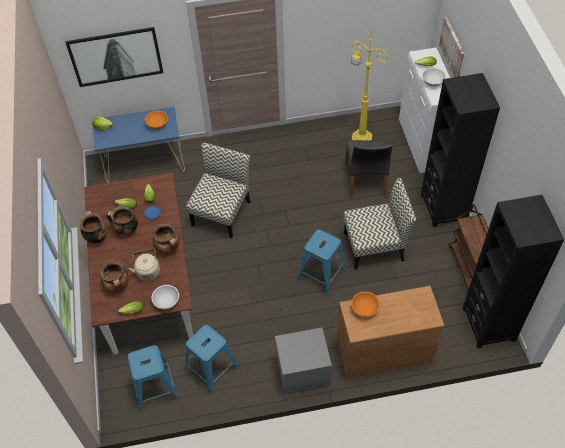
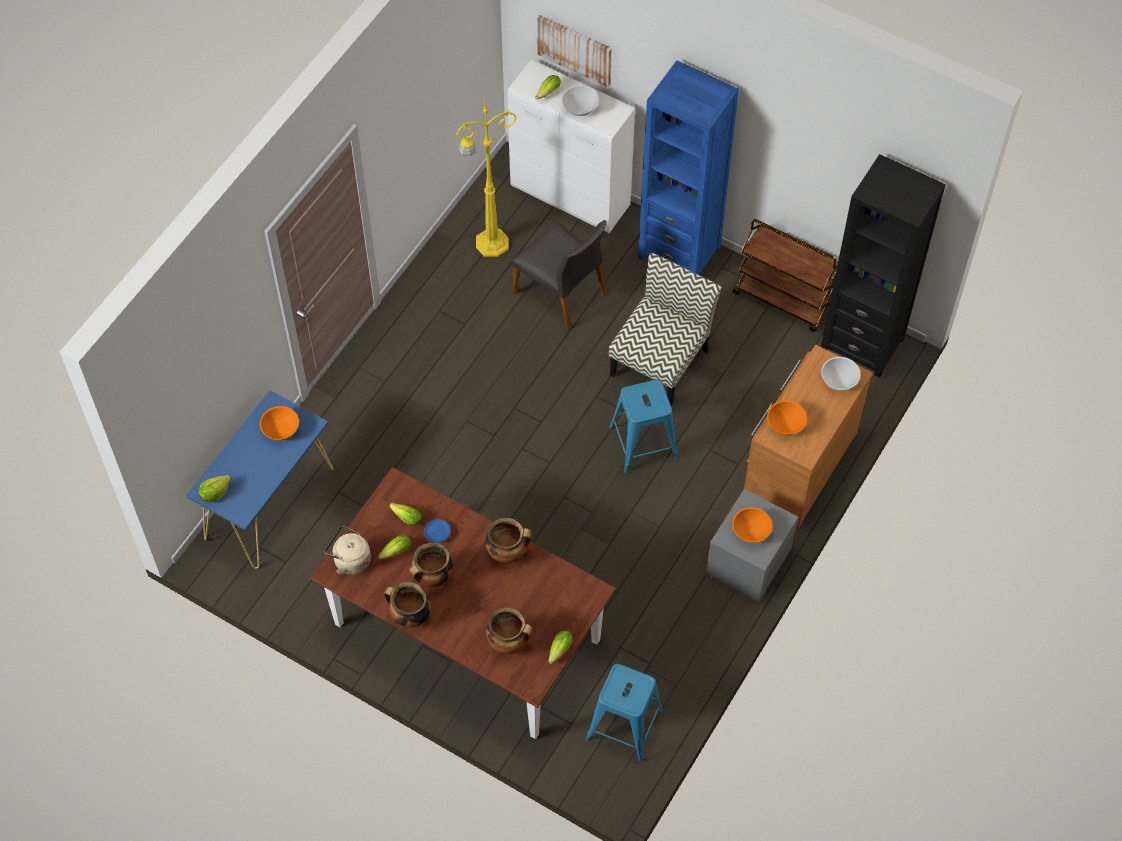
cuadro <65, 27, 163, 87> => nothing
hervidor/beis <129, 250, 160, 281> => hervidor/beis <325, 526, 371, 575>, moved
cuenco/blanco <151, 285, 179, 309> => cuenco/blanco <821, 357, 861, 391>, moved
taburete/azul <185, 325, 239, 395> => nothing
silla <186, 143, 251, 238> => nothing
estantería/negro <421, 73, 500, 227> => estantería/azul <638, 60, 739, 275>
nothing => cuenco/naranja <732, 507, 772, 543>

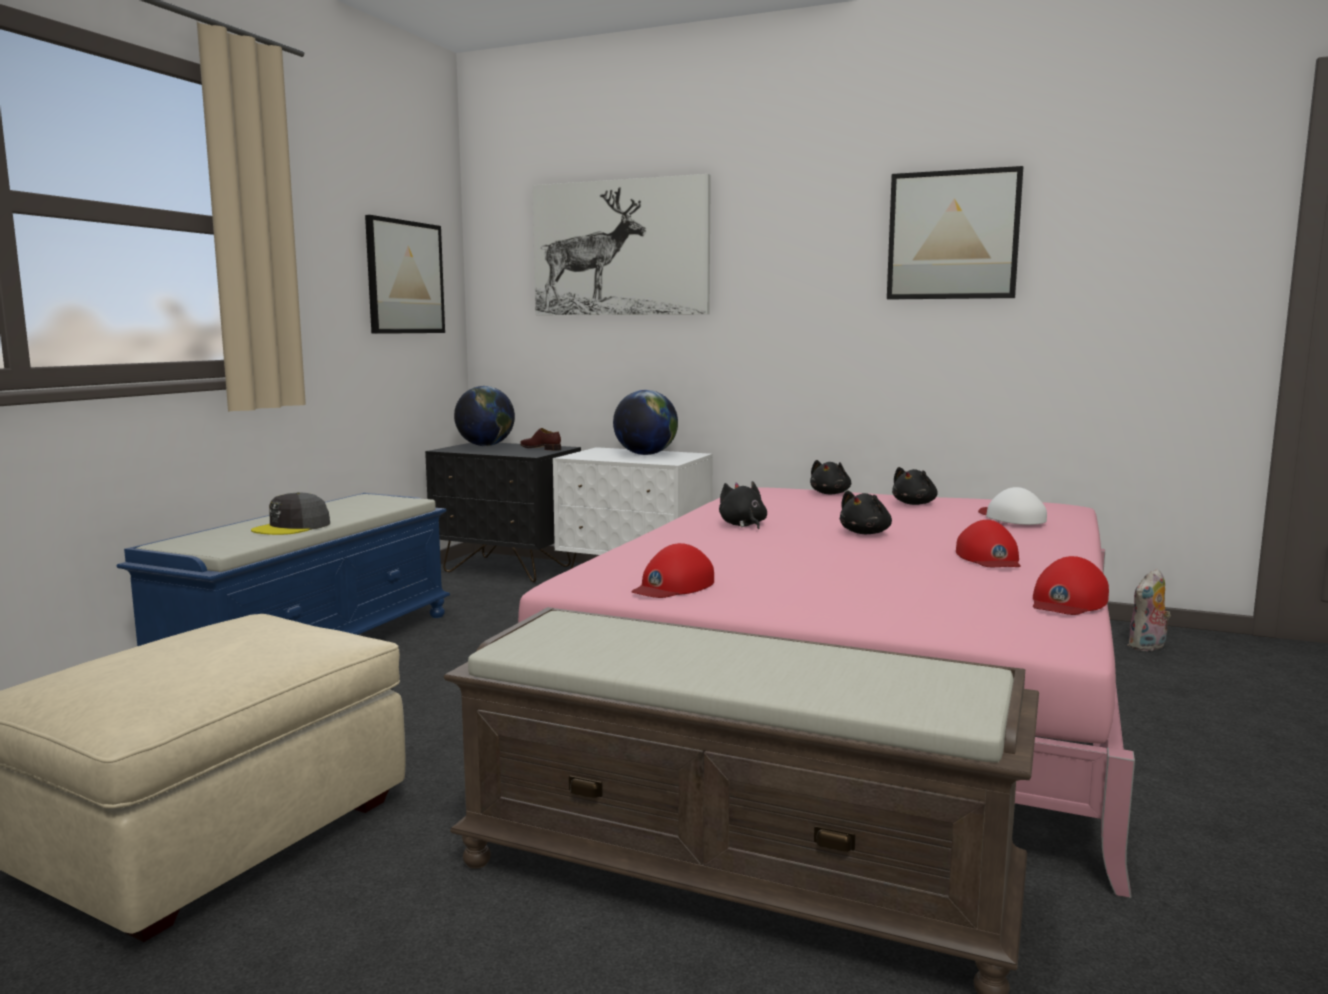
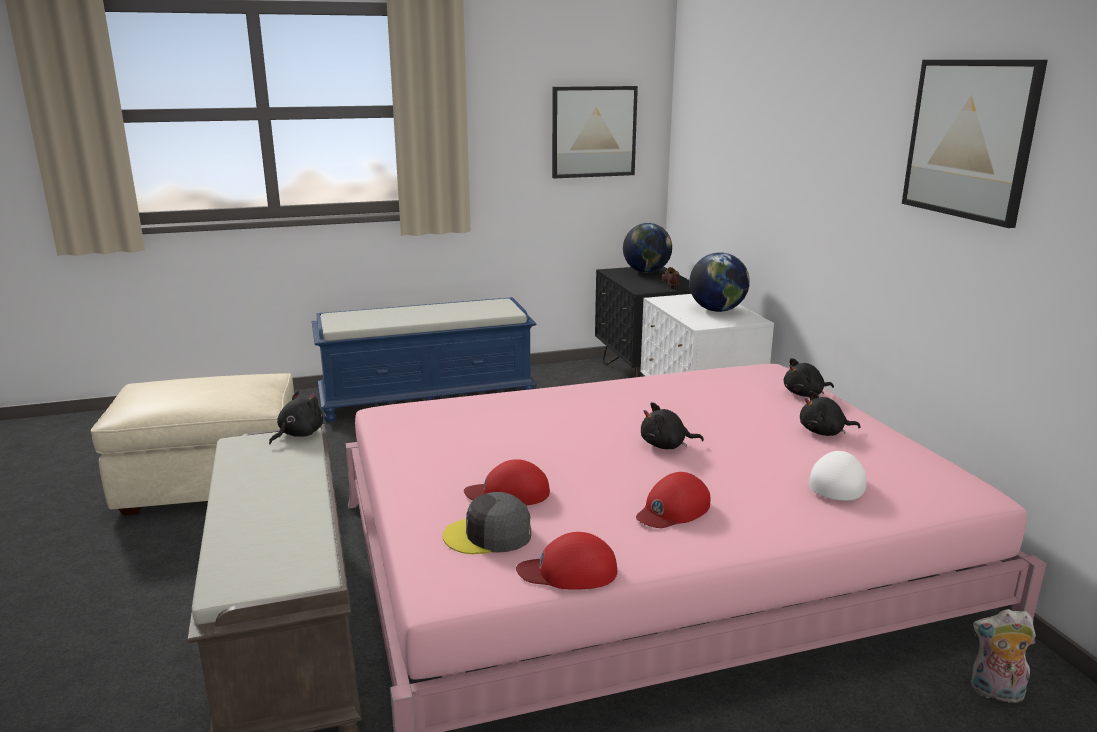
gorra/gris <251, 492, 330, 535> => gorra/gris <443, 492, 531, 554>, moved
cuadro <532, 174, 711, 315> => nothing
gorra/rojo <631, 543, 714, 598> => gorra/rojo <464, 459, 550, 505>, moved
peluche/negro <719, 481, 767, 529> => peluche/negro <269, 391, 323, 445>, moved

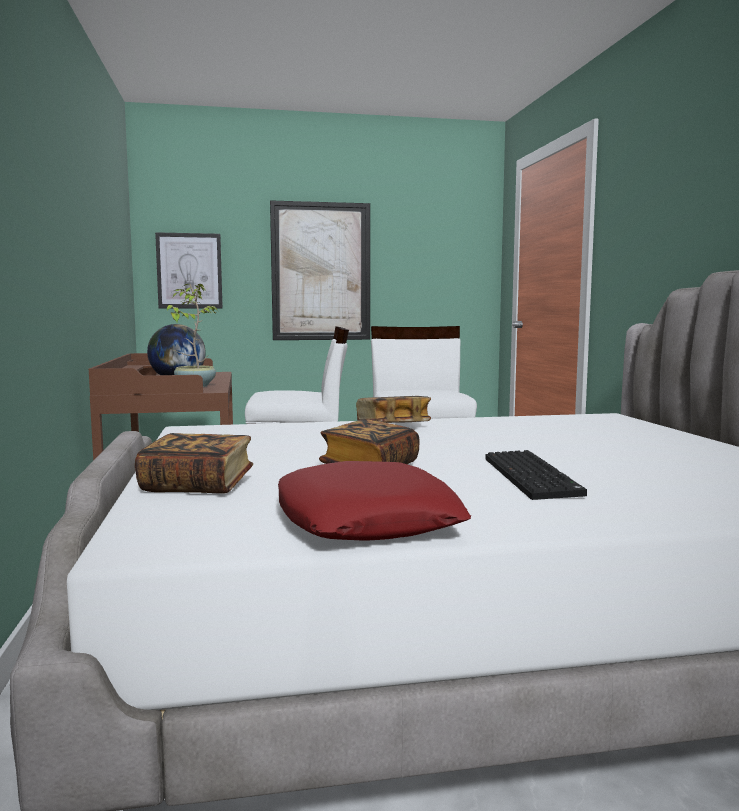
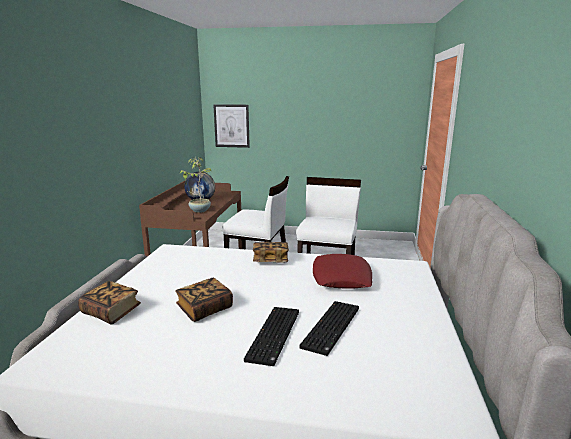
cuadro <270, 200, 370, 340> => nothing
cojín/rojo <278, 461, 471, 541> => cojín/rojo <313, 254, 372, 289>, moved
nothing => teclado <299, 301, 359, 356>

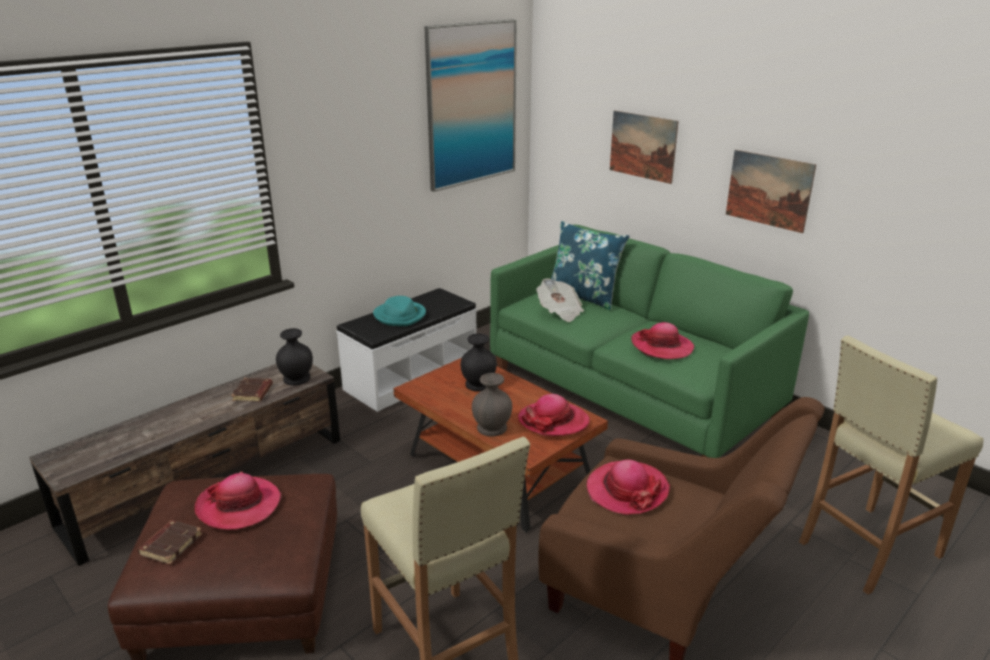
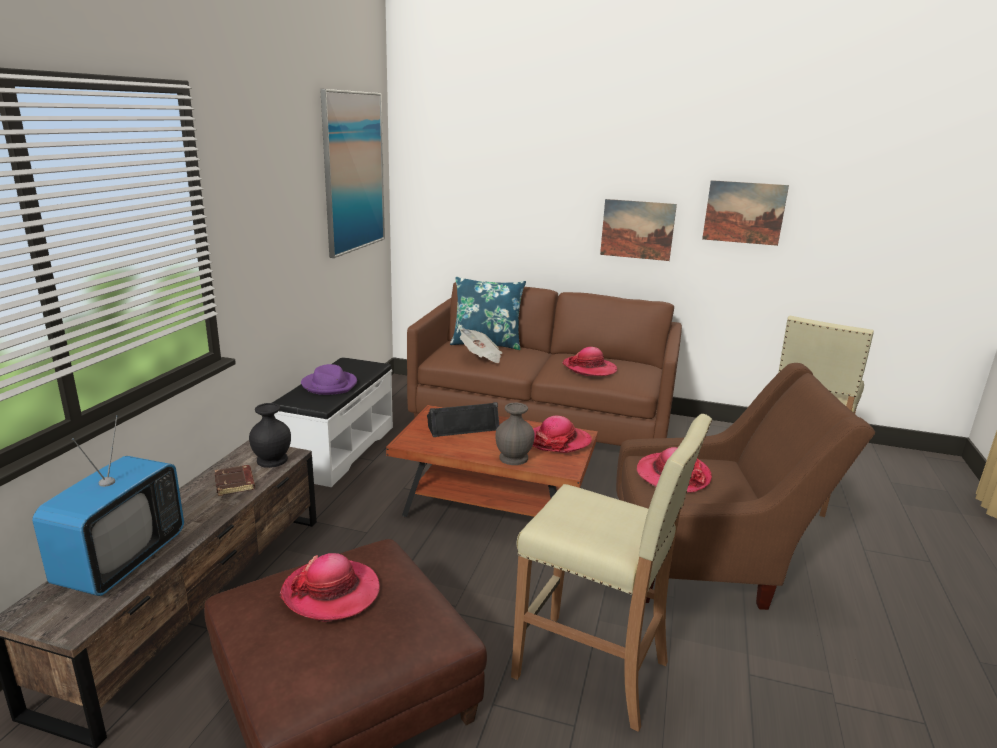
libro/marrón <138, 520, 202, 565> => nothing
sombrero/turquesa <373, 296, 426, 326> => sombrero/morado <301, 364, 357, 395>
florero/negro <461, 333, 497, 392> => altavoz/negro <427, 402, 499, 437>
sofá/verde <490, 225, 809, 458> => sofá/marrón <407, 282, 682, 446>
cuadro <610, 110, 679, 184> => cuadro <702, 180, 789, 246>, moved
nothing => televisor <32, 415, 184, 596>

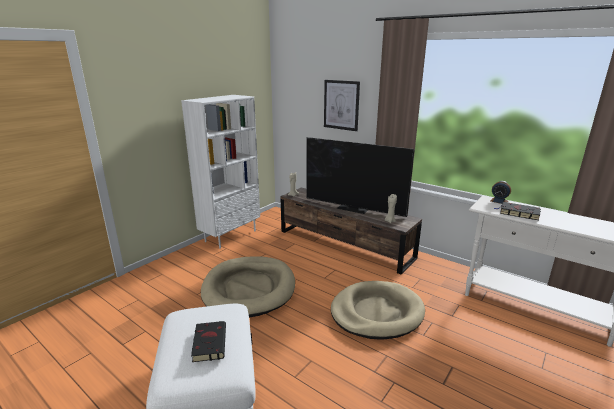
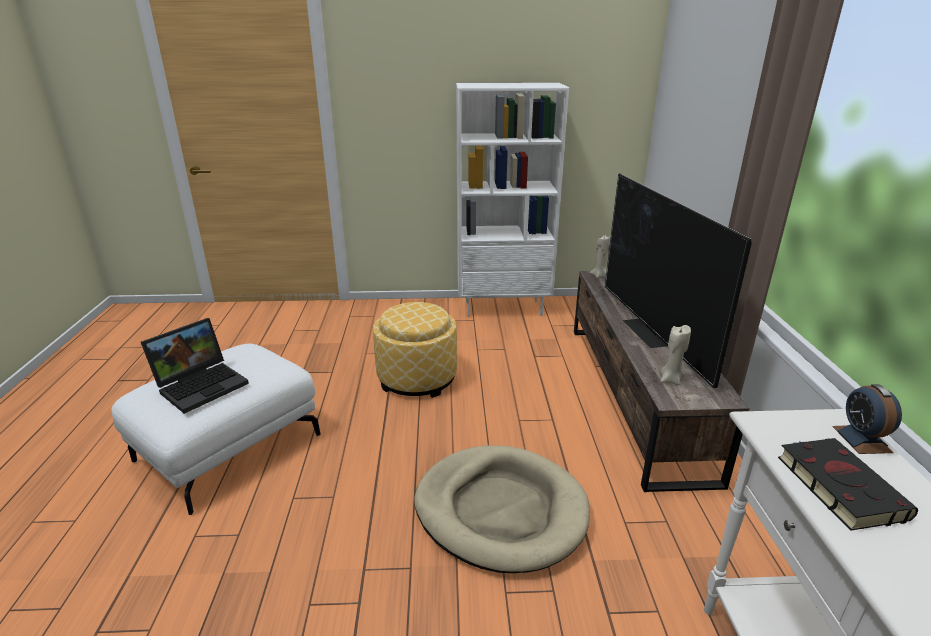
libro/negro <191, 321, 226, 362> => portátil <141, 318, 249, 414>
cama para perro/beis <201, 256, 295, 317> => puf <373, 302, 457, 398>
cuadro <324, 80, 360, 131> => nothing

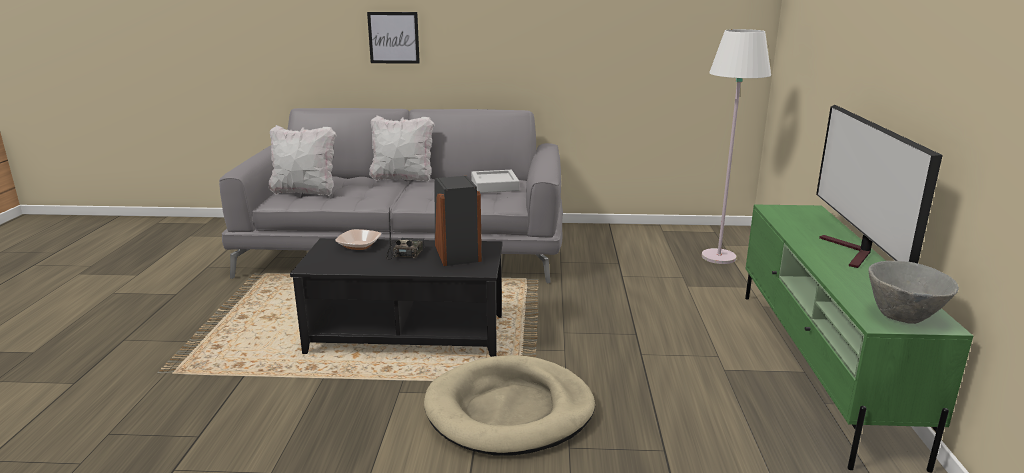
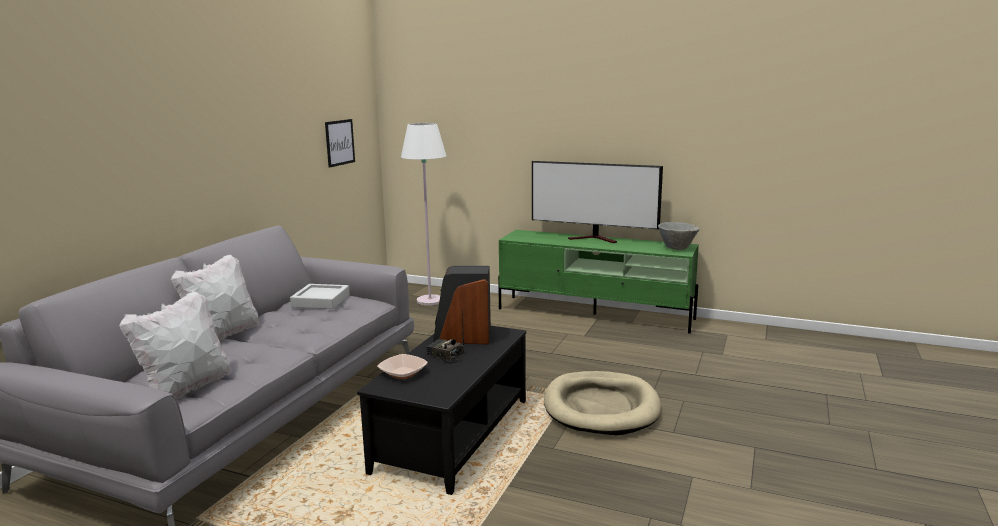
cuadro <367, 12, 420, 64> => cuadro <325, 119, 355, 168>, moved

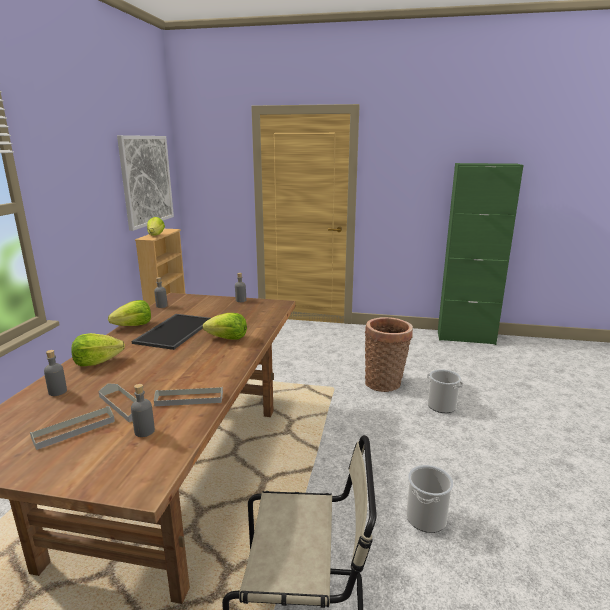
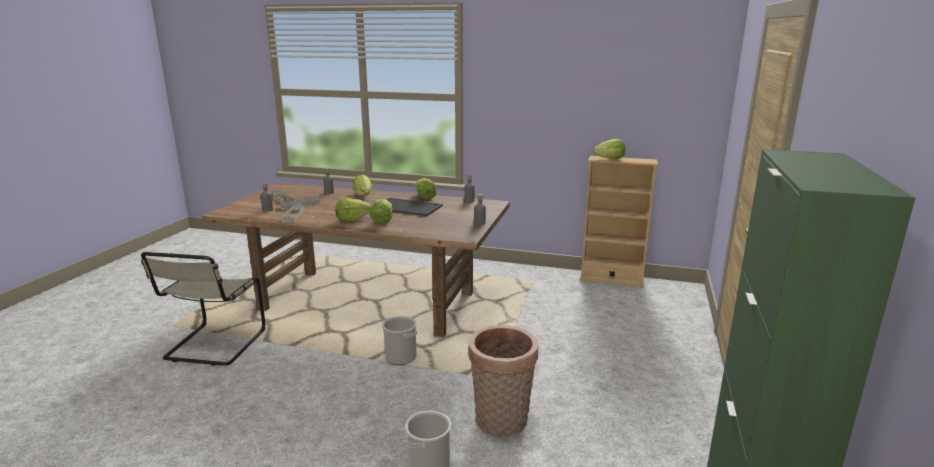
cuadro <117, 135, 174, 231> => nothing
cubo <406, 465, 453, 533> => cubo <382, 316, 417, 365>, moved
nothing => lechuga <336, 198, 371, 222>

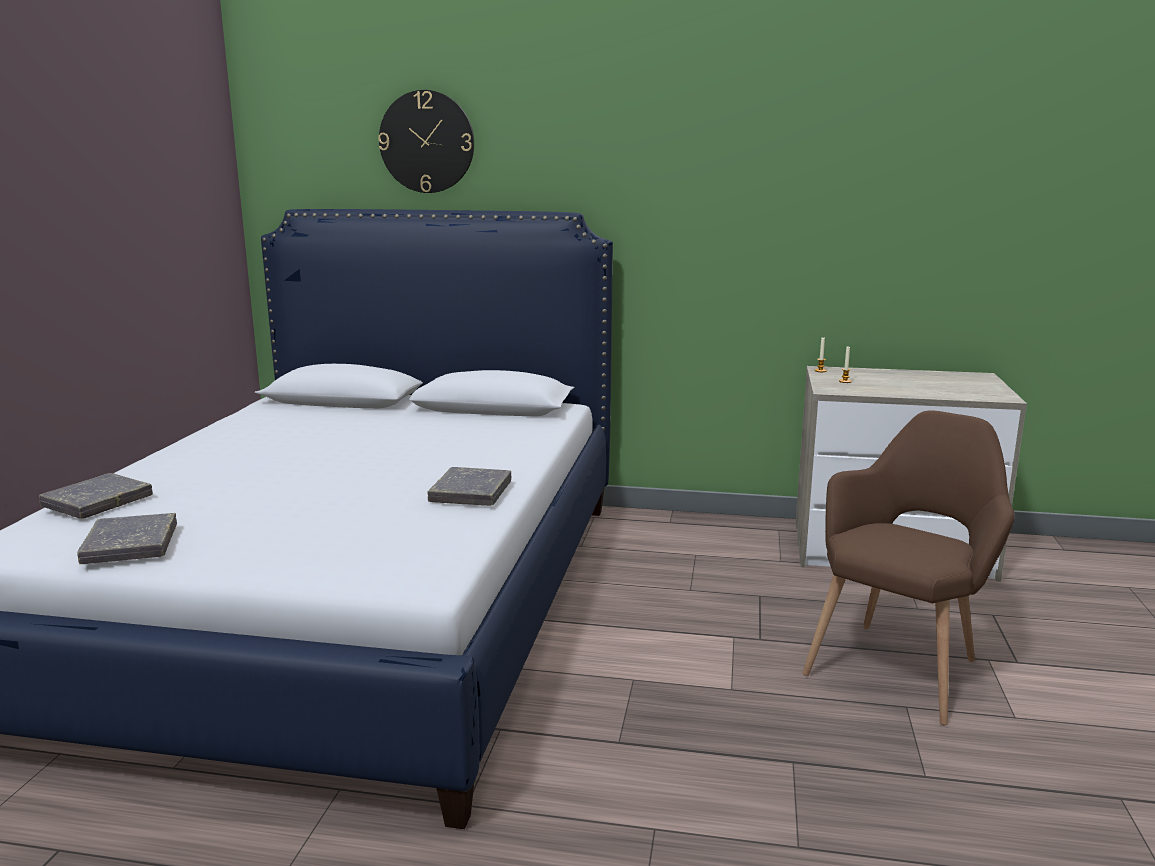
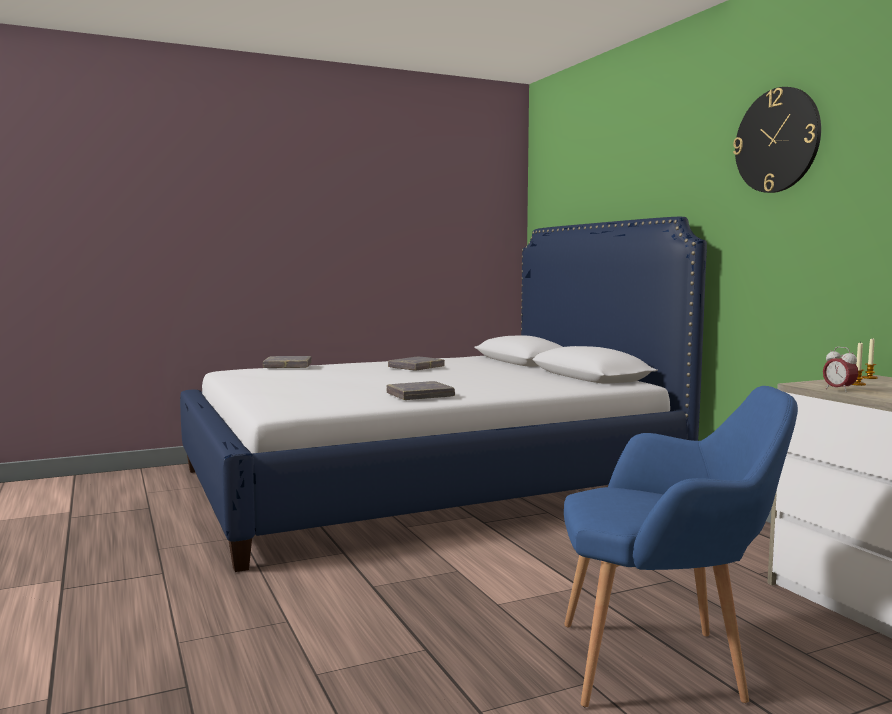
libro/gris <77, 513, 177, 564> => libro/gris <388, 356, 445, 370>, moved
reloj de pared <378, 90, 474, 193> => reloj de pared <733, 87, 821, 193>, moved
sillón/marrón <803, 410, 1015, 726> => sillón/azul <564, 386, 798, 707>
nothing => despertador <823, 347, 859, 392>

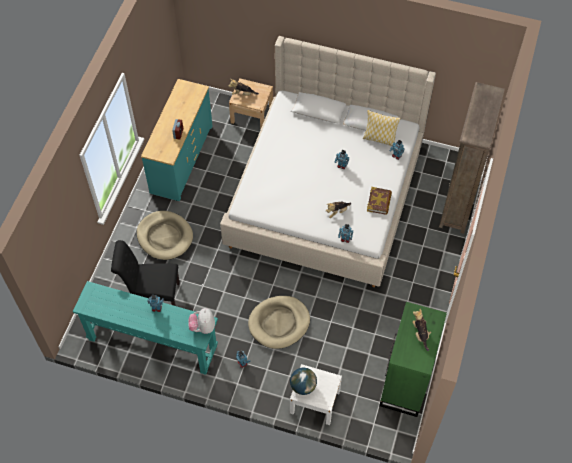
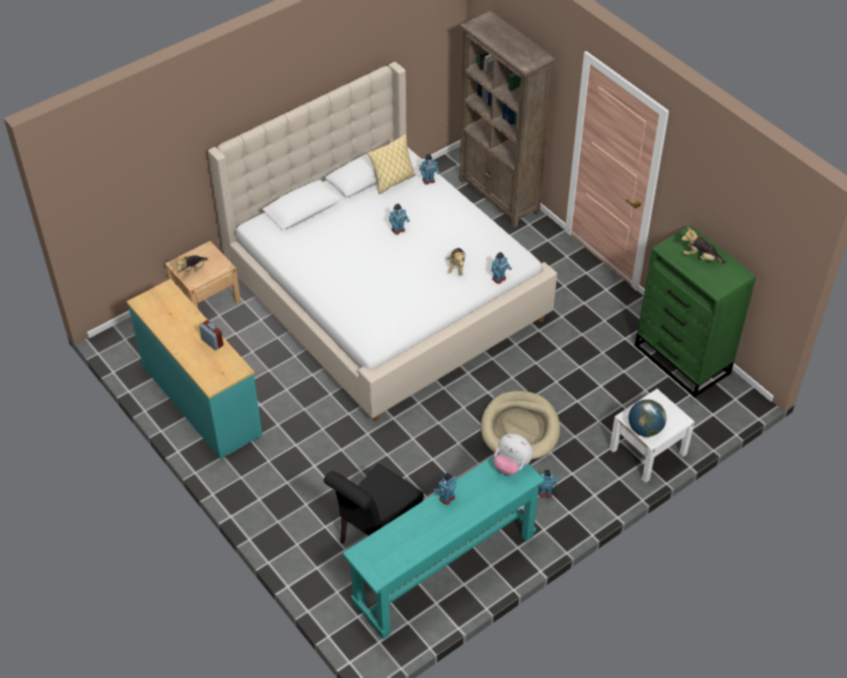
cama para perro/beis <136, 211, 193, 260> => nothing
libro <367, 187, 392, 215> => nothing

